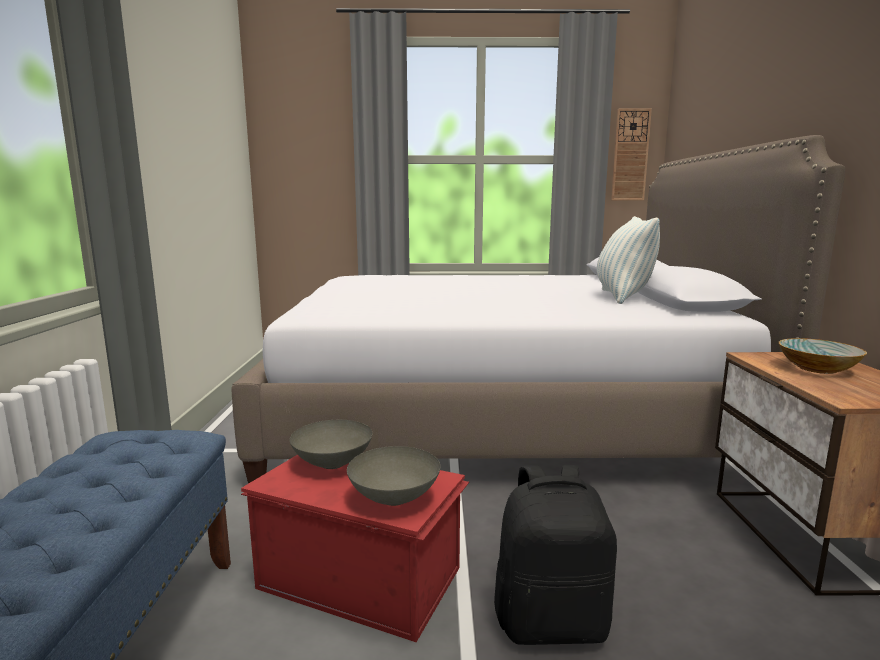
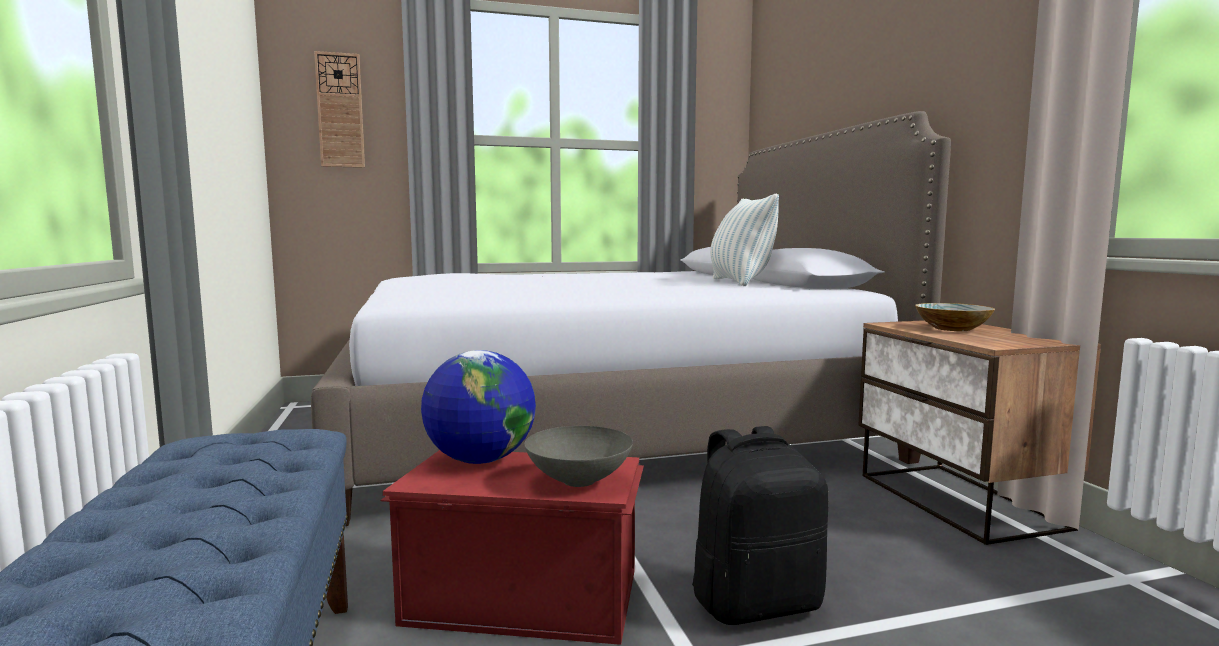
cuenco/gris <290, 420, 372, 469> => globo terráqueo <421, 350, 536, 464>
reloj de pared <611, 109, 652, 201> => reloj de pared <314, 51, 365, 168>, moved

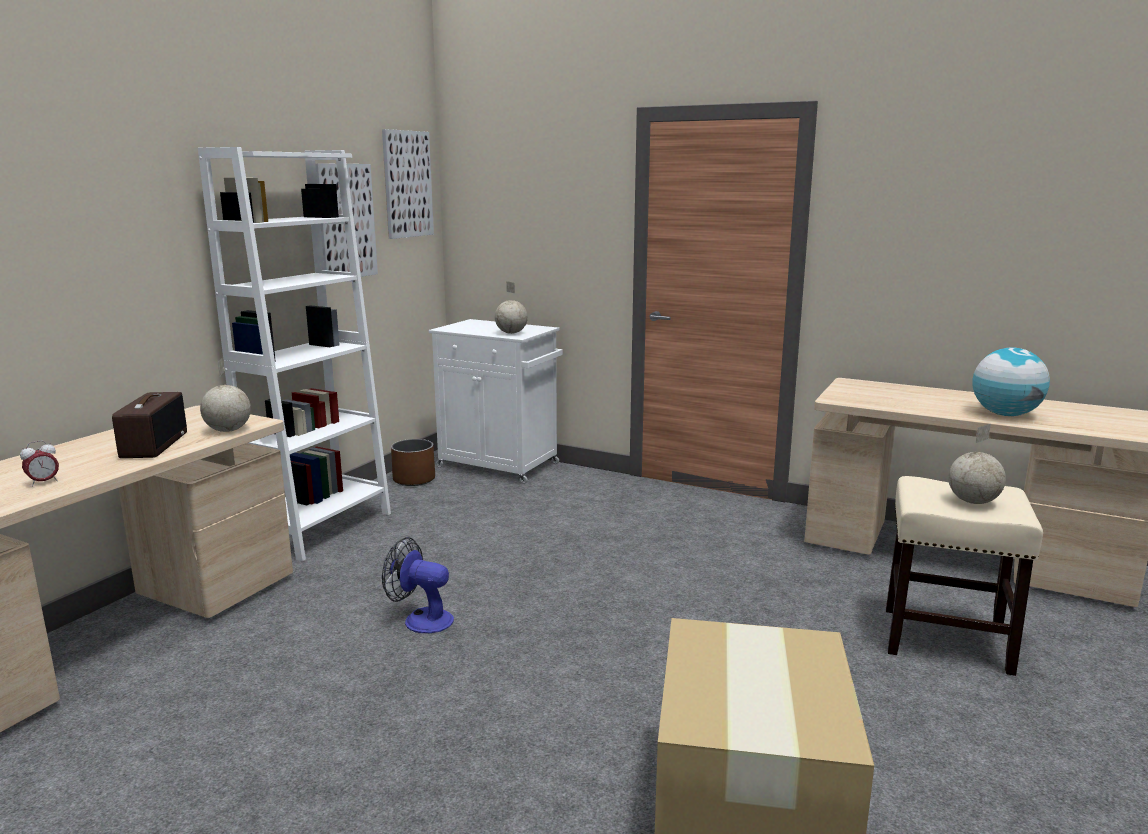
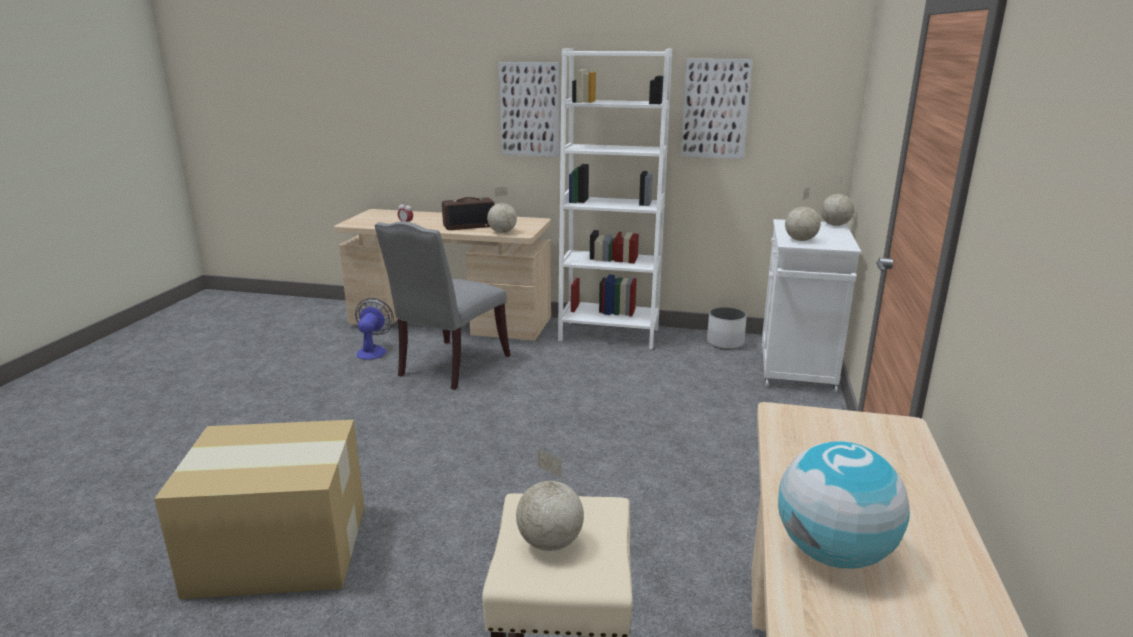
cuadro <382, 129, 434, 239> => cuadro <499, 62, 559, 157>, moved
ventilador <382, 537, 454, 633> => ventilador <355, 298, 394, 360>, moved
maceta/marrón <391, 439, 435, 486> => maceta/blanco <707, 307, 747, 350>
nothing => silla/gris <375, 221, 511, 390>
nothing => globo terráqueo <821, 178, 854, 226>

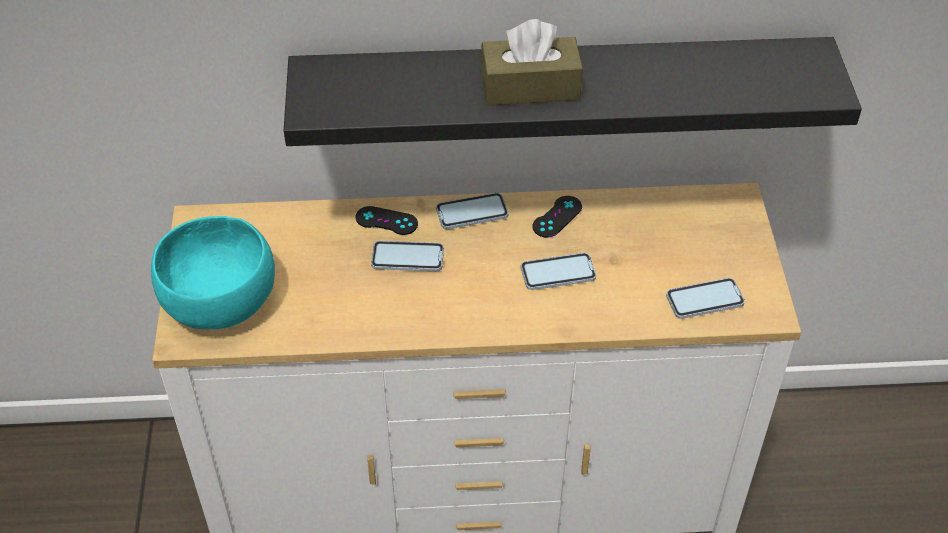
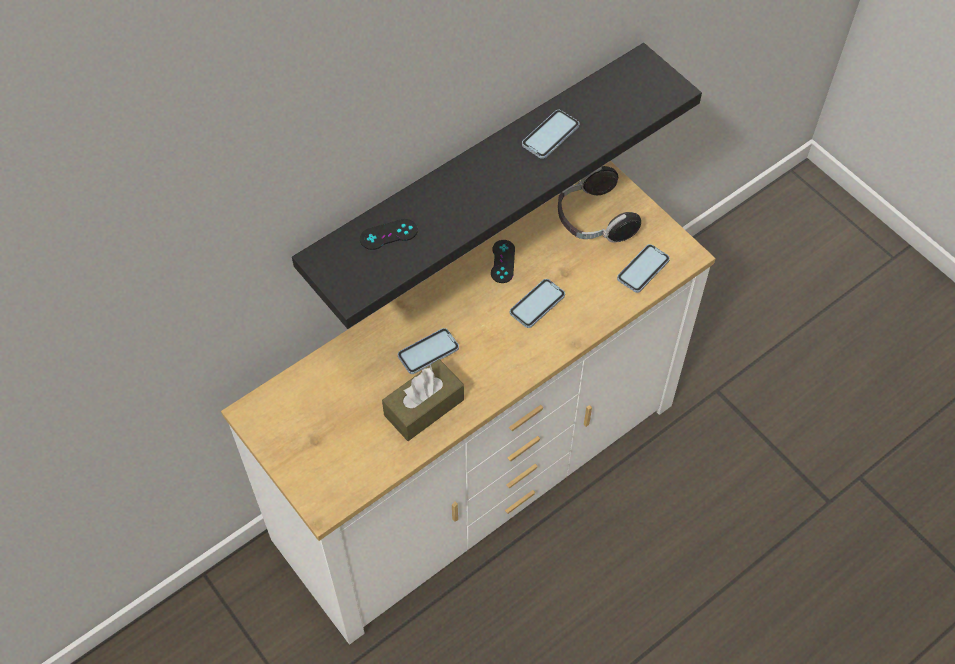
cuenco/turquesa <151, 216, 275, 329> => nothing
mando de consola/negro <356, 206, 418, 235> => mando de consola/negro <360, 219, 418, 250>, moved
móvil <436, 193, 508, 229> => móvil <522, 110, 580, 159>, moved
caja de pañuelos/marrón <481, 19, 583, 106> => caja de pañuelos/marrón <382, 359, 464, 441>, moved
nothing => auriculares <558, 166, 641, 243>

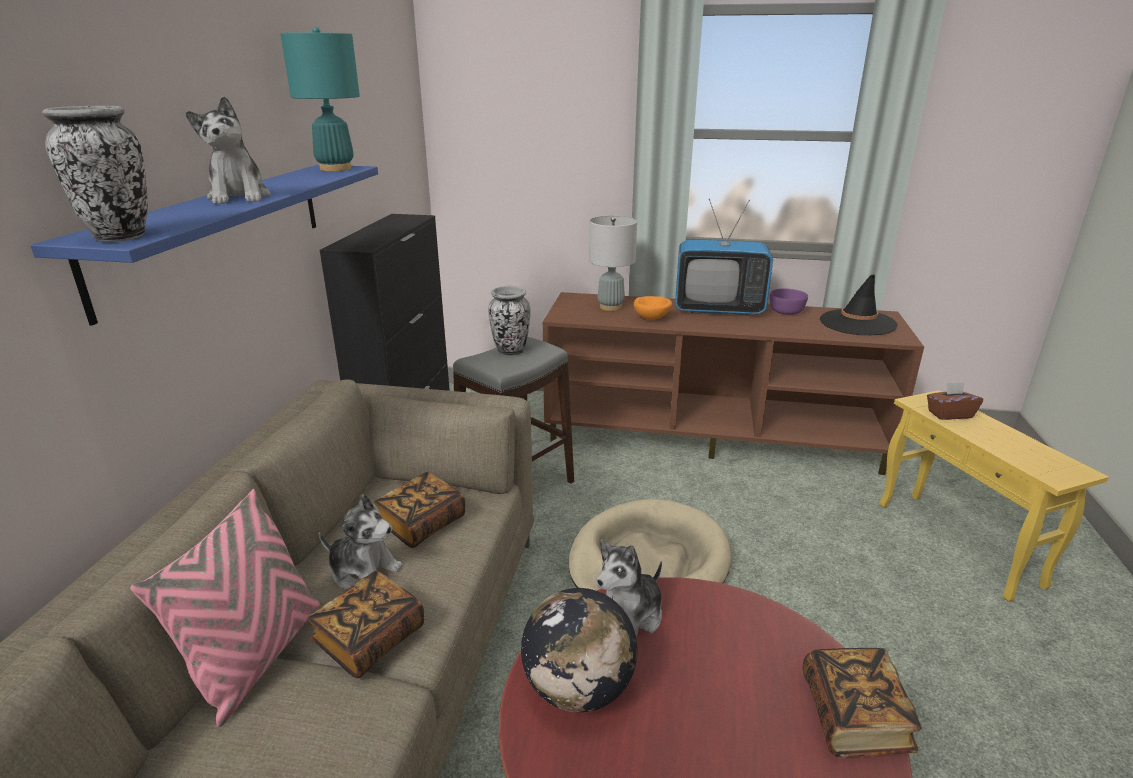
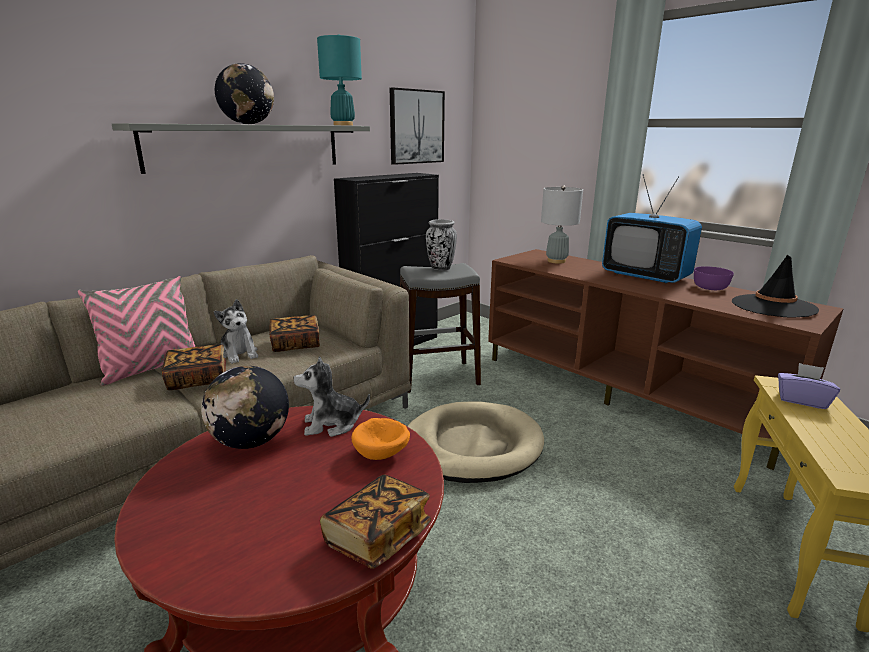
estante/azul <30, 165, 378, 326> => estante/gris <112, 123, 370, 174>
florero <42, 106, 148, 242> => nothing
peluche <185, 96, 271, 204> => globo terráqueo <215, 63, 274, 124>
cuenco/naranja <634, 296, 672, 320> => cuenco/naranja <351, 418, 410, 460>, moved
caja de pañuelos/marrón <927, 382, 983, 420> => caja de pañuelos/morado <778, 363, 840, 409>
nothing => cuadro <390, 88, 445, 165>

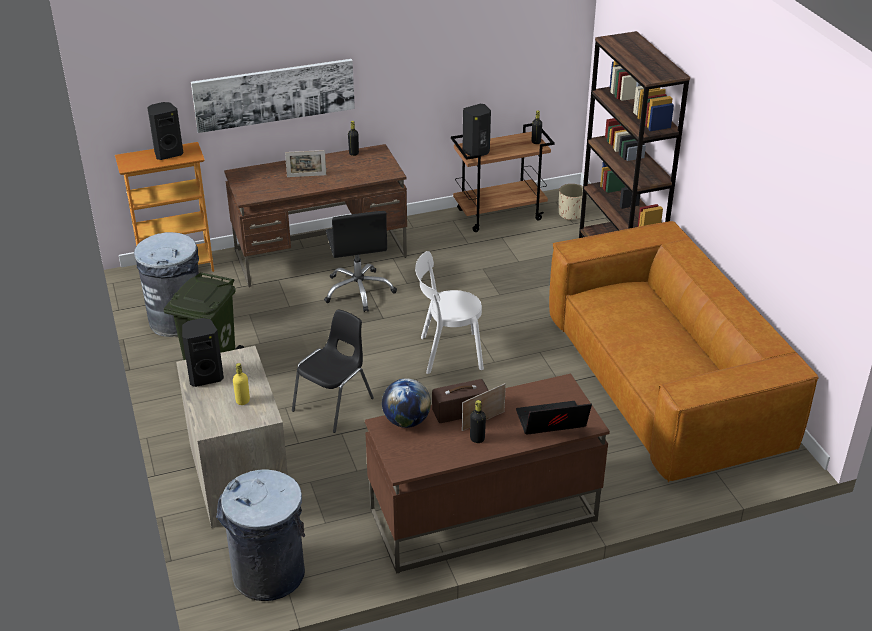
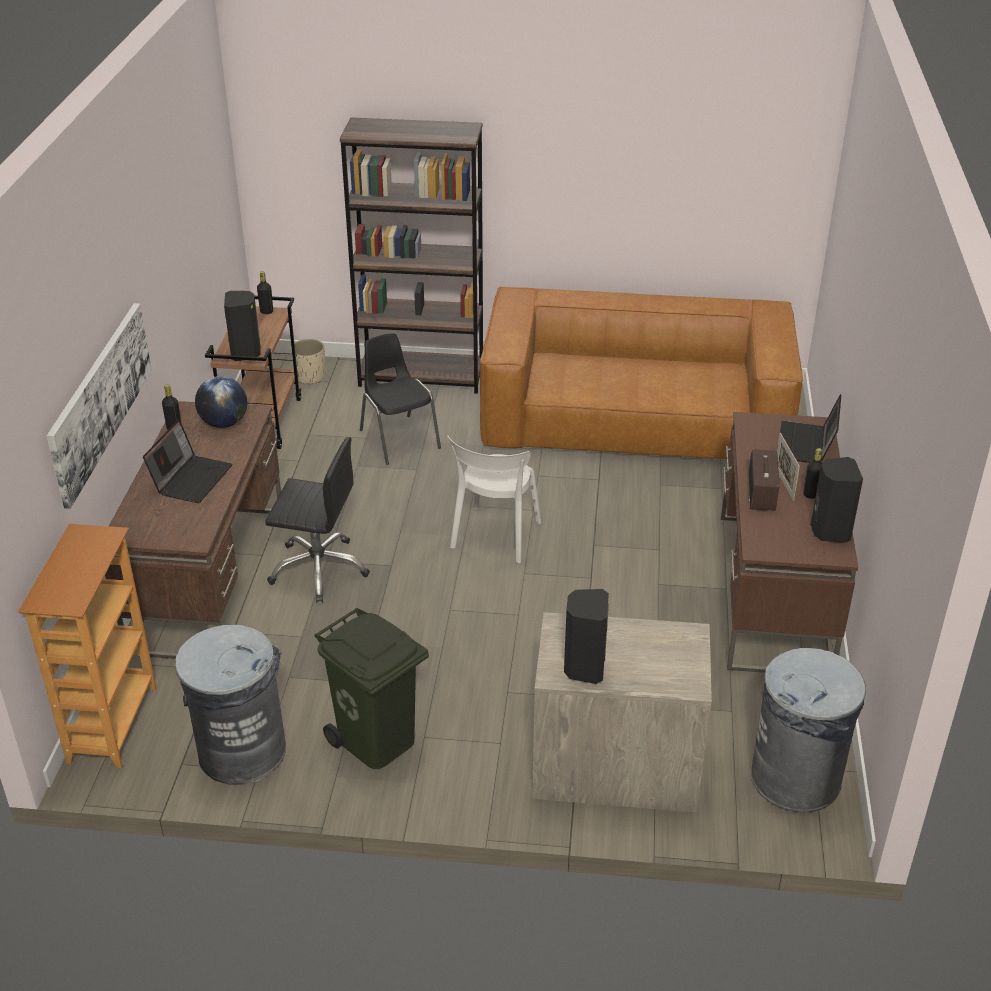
altavoz/negro <147, 102, 183, 160> => altavoz/negro <811, 457, 863, 543>, moved
botella/amarillo <233, 363, 250, 405> => nothing
portarretratos <285, 150, 326, 177> => portátil <143, 419, 232, 503>
silla/negro <292, 309, 374, 433> => silla/negro <360, 333, 441, 465>, moved
globo terráqueo <382, 378, 431, 428> => globo terráqueo <195, 376, 247, 428>, moved

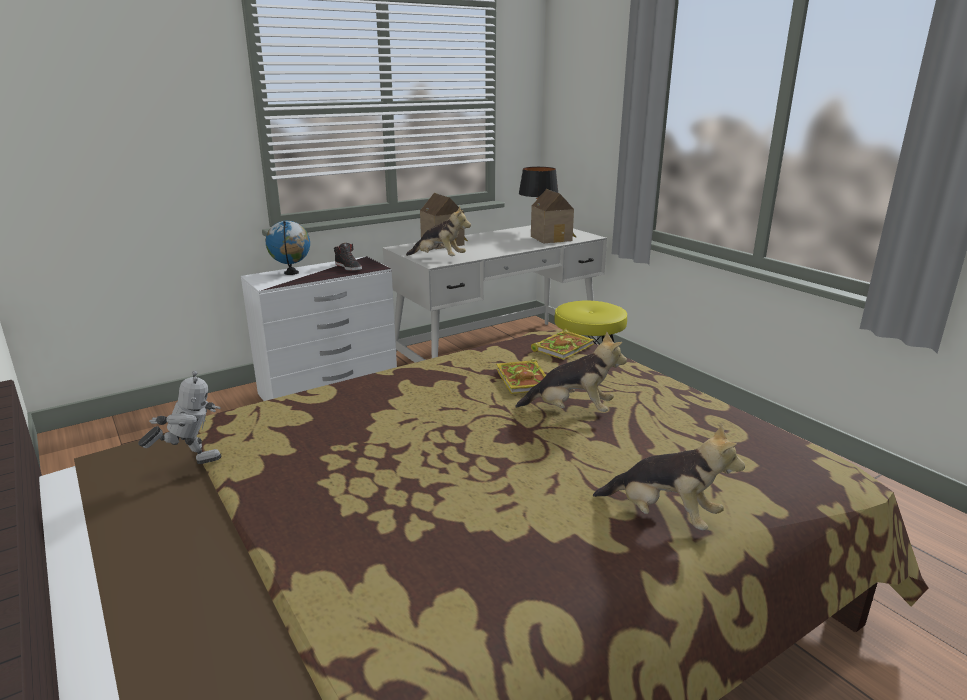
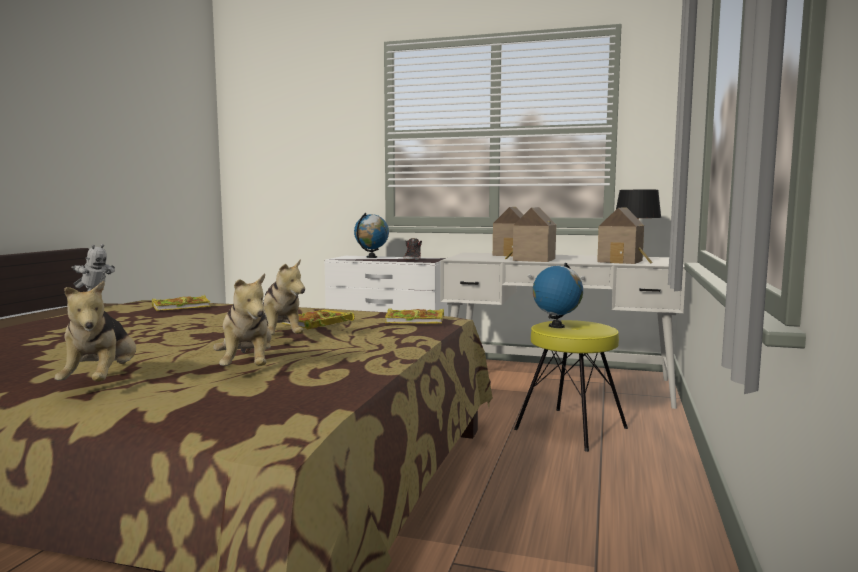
peluche <406, 206, 471, 256> => peluche <213, 273, 272, 366>, moved
nothing => libro <152, 295, 210, 311>
nothing => casita <505, 207, 556, 262>
nothing => globo terráqueo <533, 263, 583, 328>

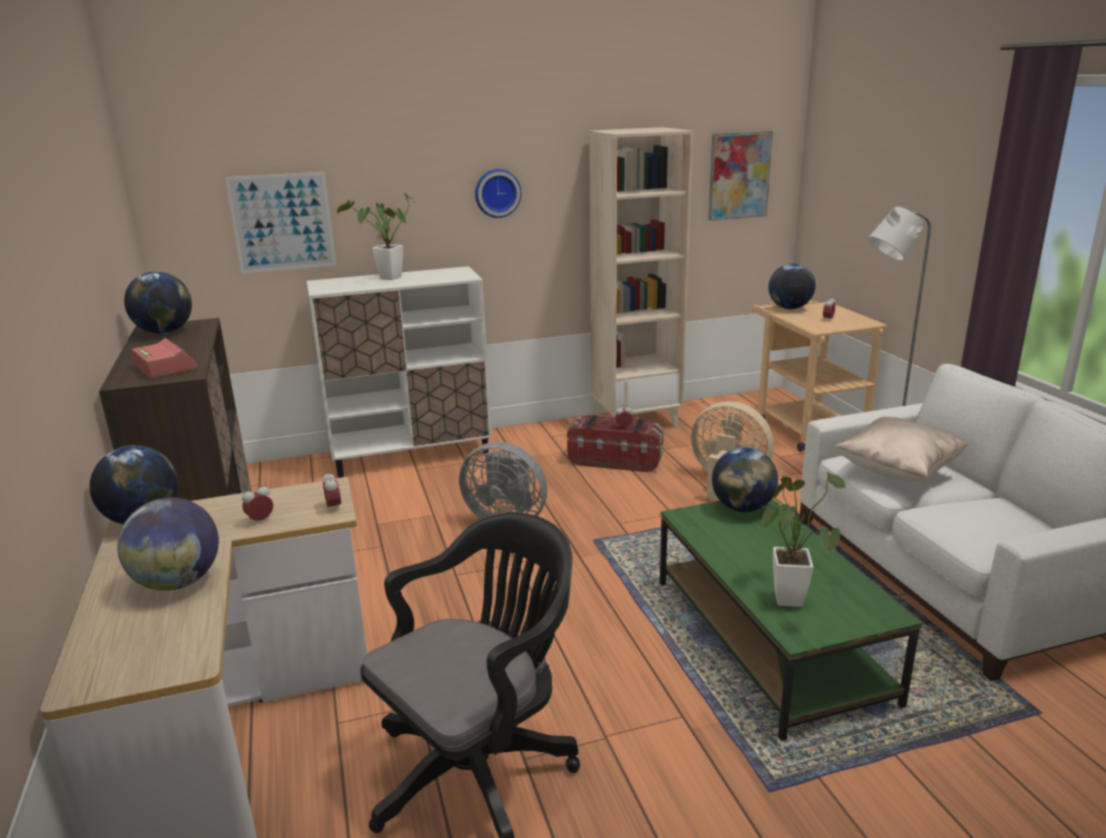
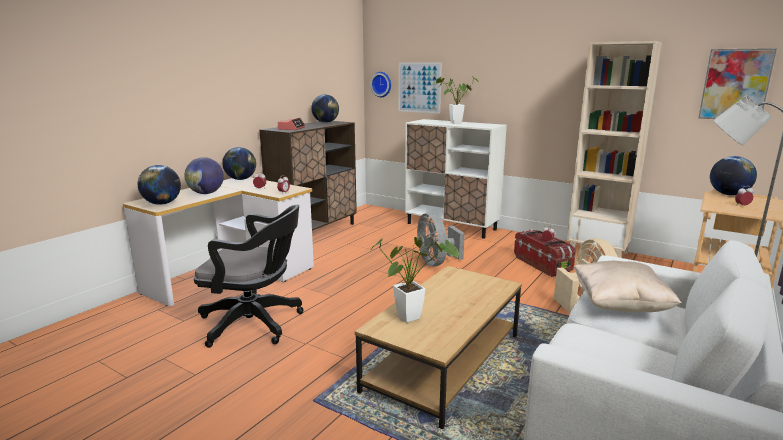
reloj de pared <475, 169, 521, 218> => reloj de pared <370, 72, 391, 97>, moved
mesa de centro/verde <660, 499, 922, 741> => mesa de centro/marrón <355, 266, 522, 429>
globo terráqueo <712, 447, 778, 512> => globo terráqueo <138, 165, 181, 205>, moved

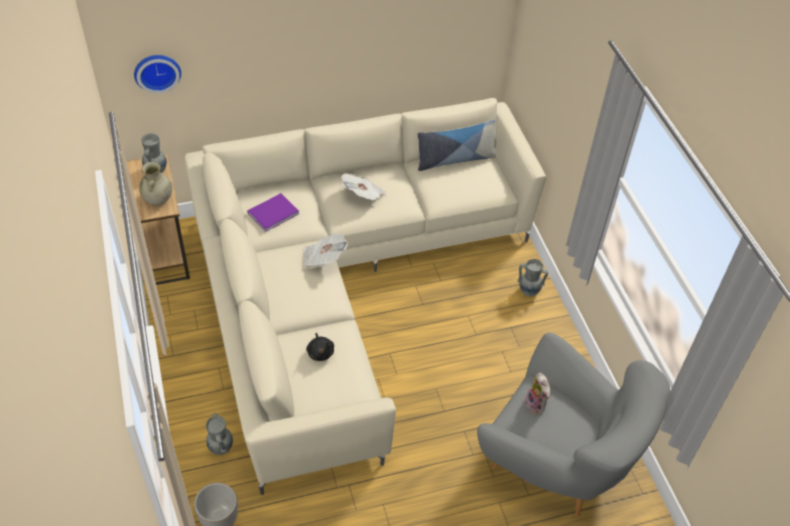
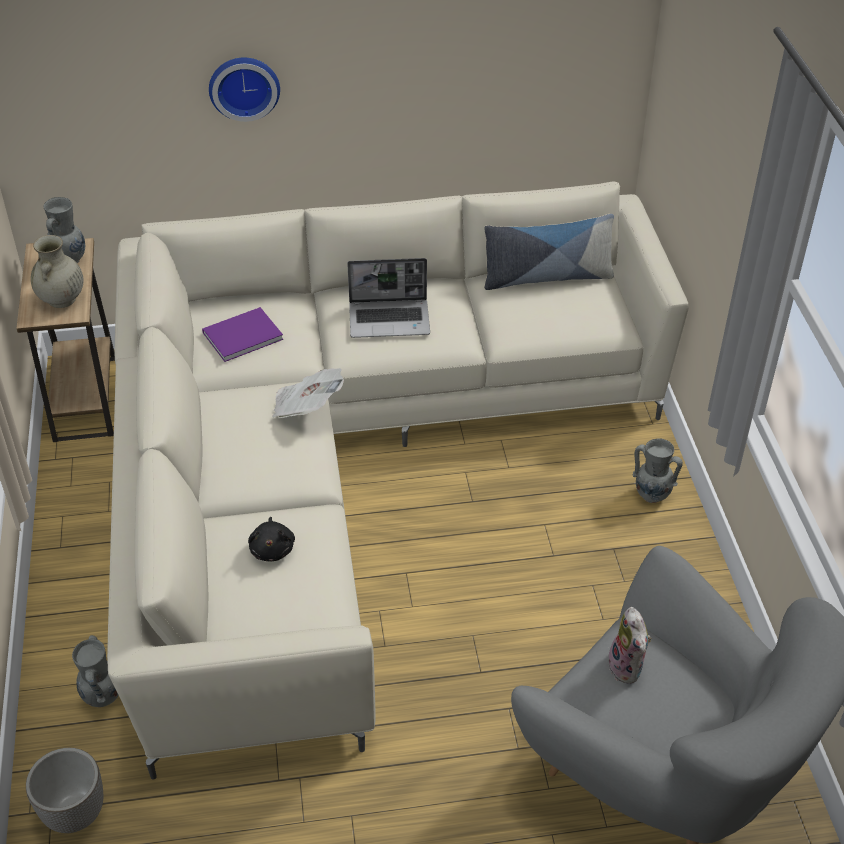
reloj de pared <134, 55, 181, 94> => reloj de pared <209, 58, 280, 122>, moved
periódico <341, 173, 386, 201> => portátil <347, 258, 430, 338>

